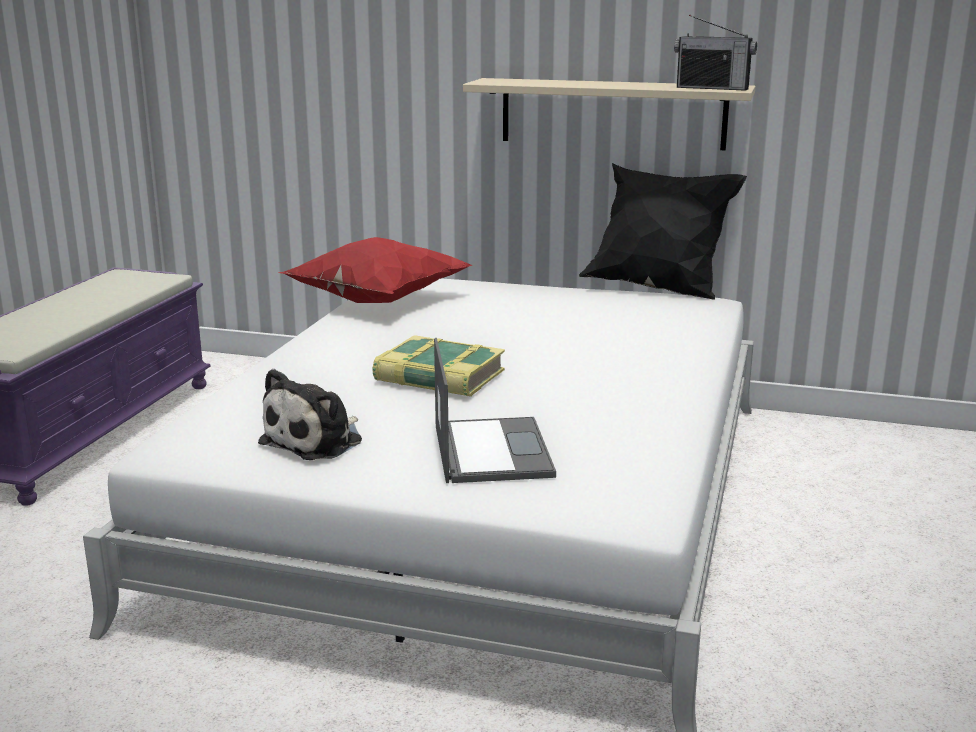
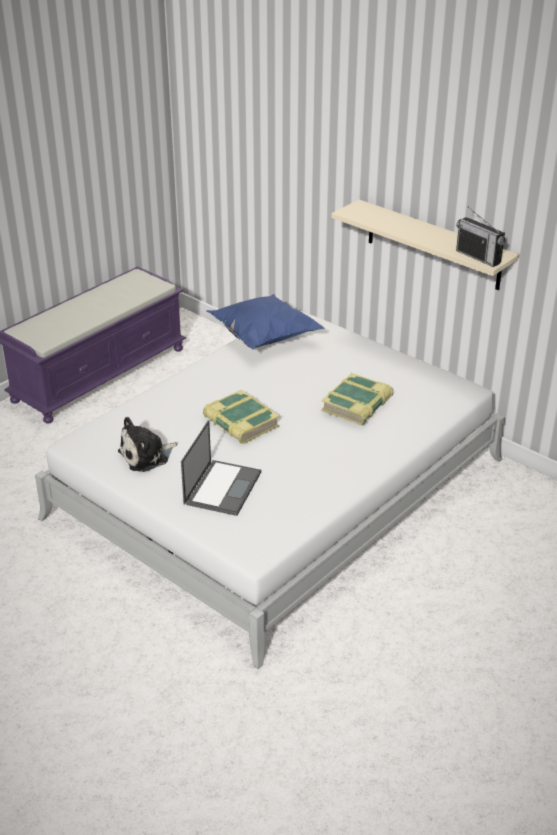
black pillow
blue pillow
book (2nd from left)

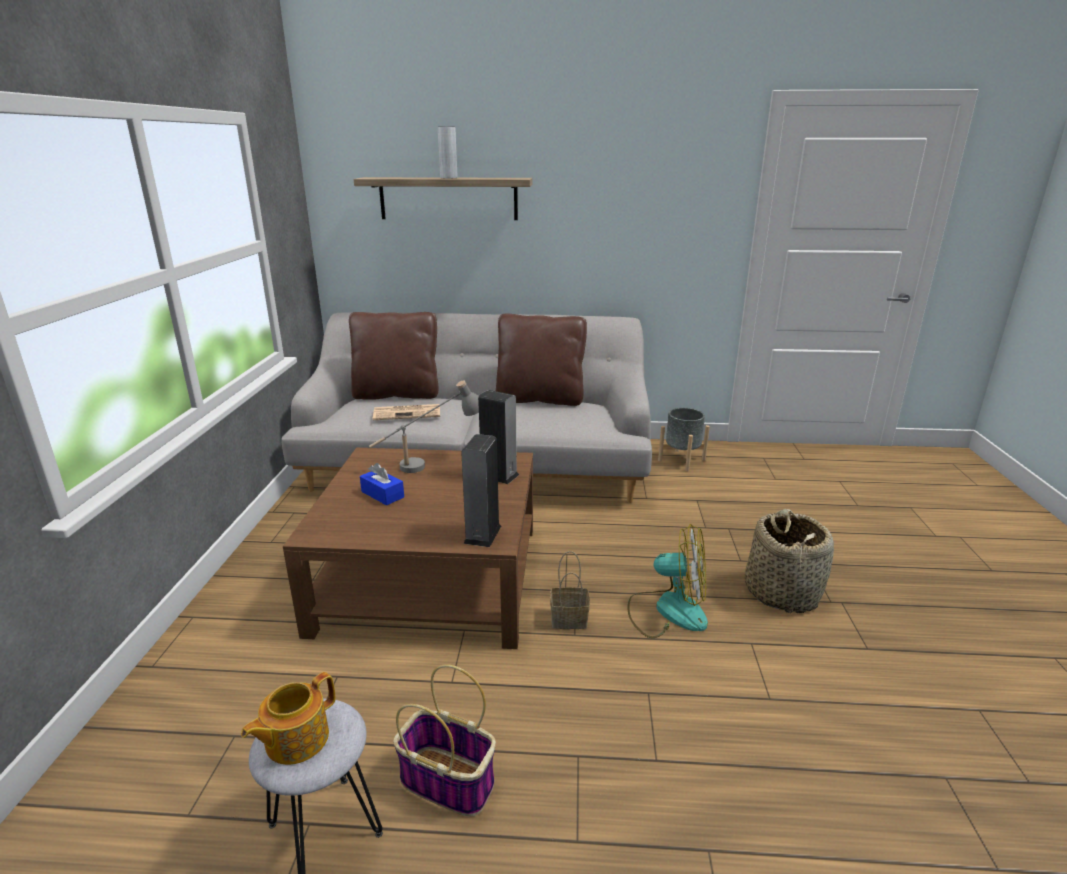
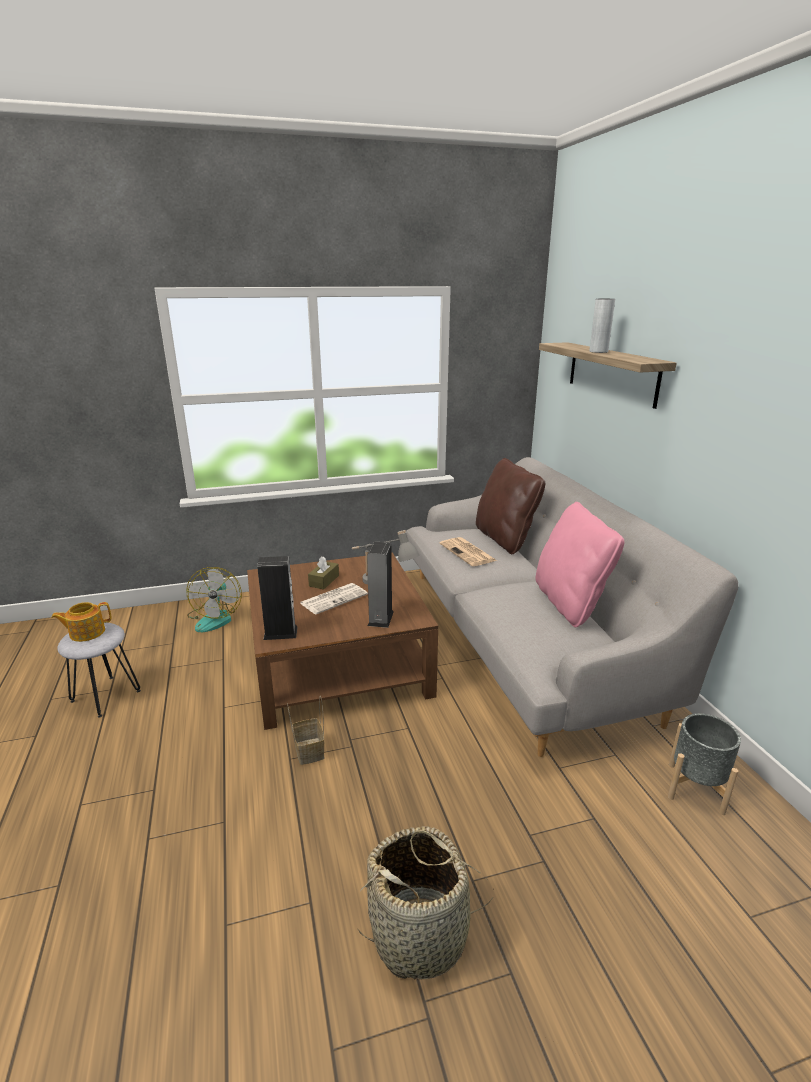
pink pillow
brown tissue box
fan
basket (1st from left in the first image)
teapot
newspaper (1st from left)

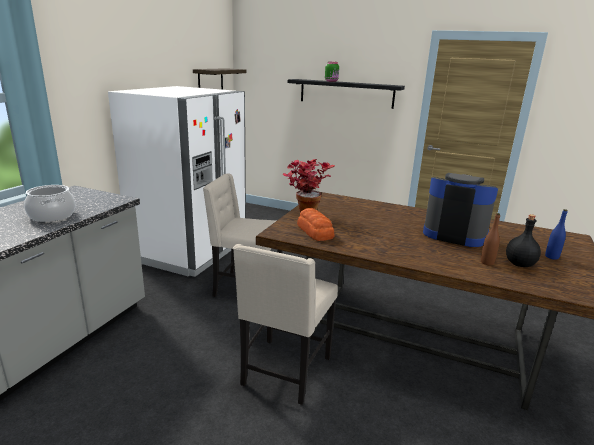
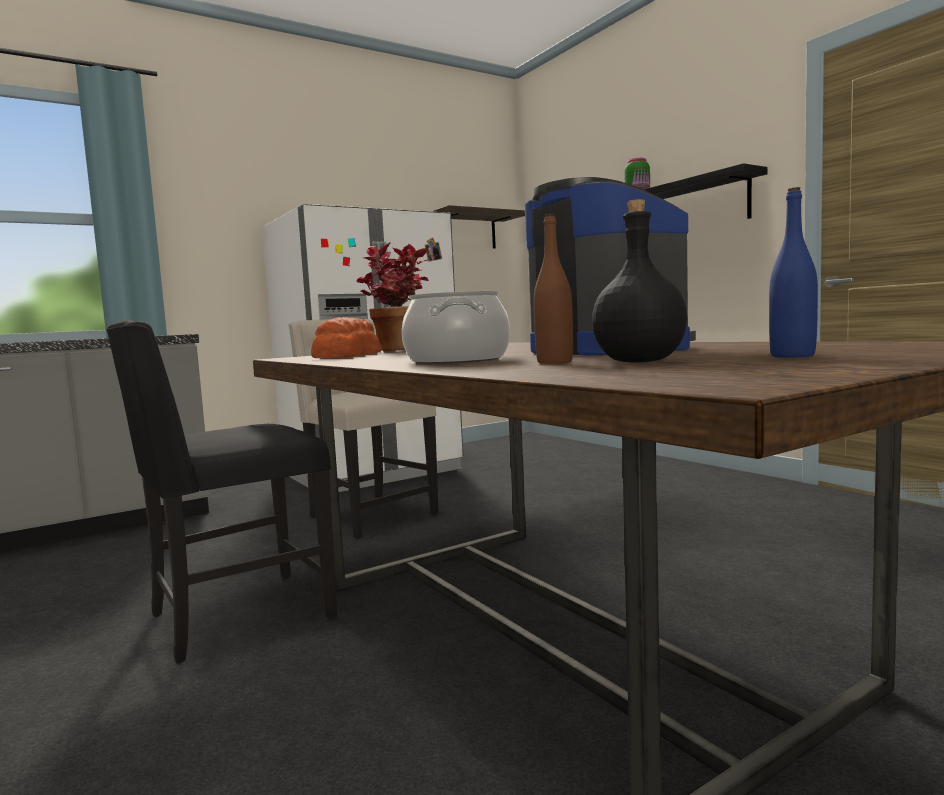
cooking pot
black chair

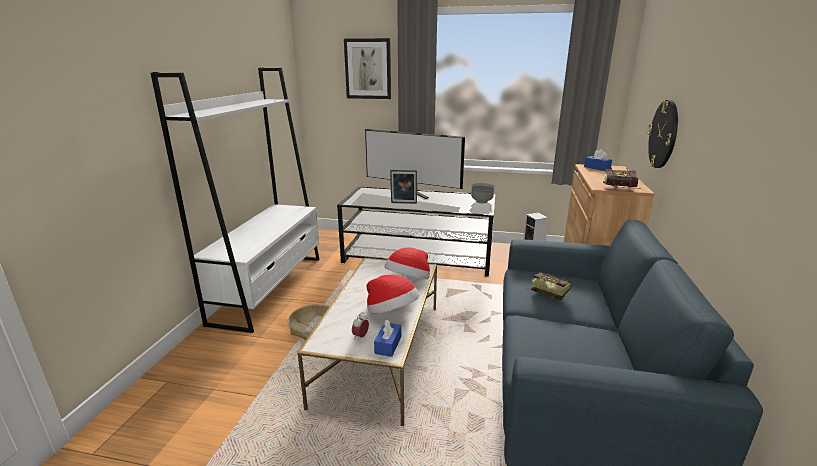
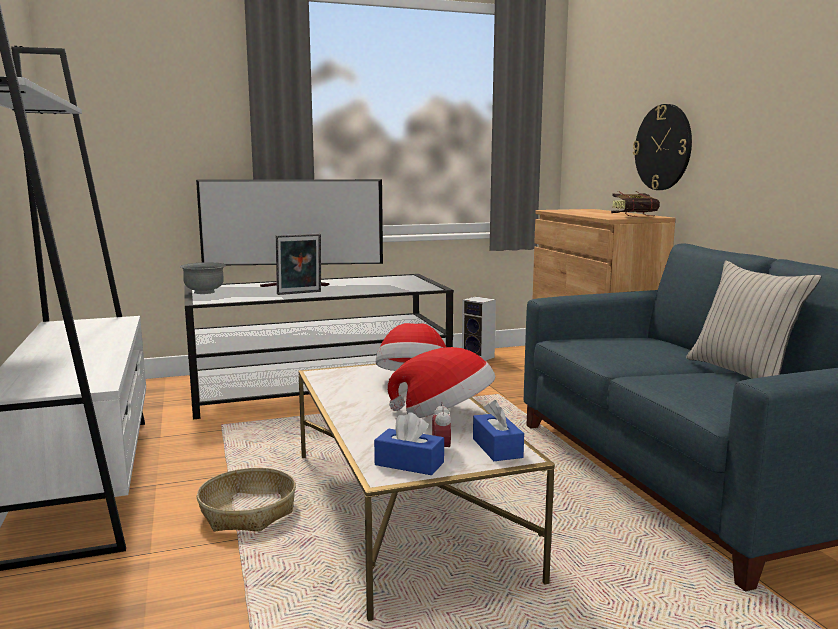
picture
blue tissue box (1st from left)
grey bowl
book (1st from left in the first image)
beige pillow

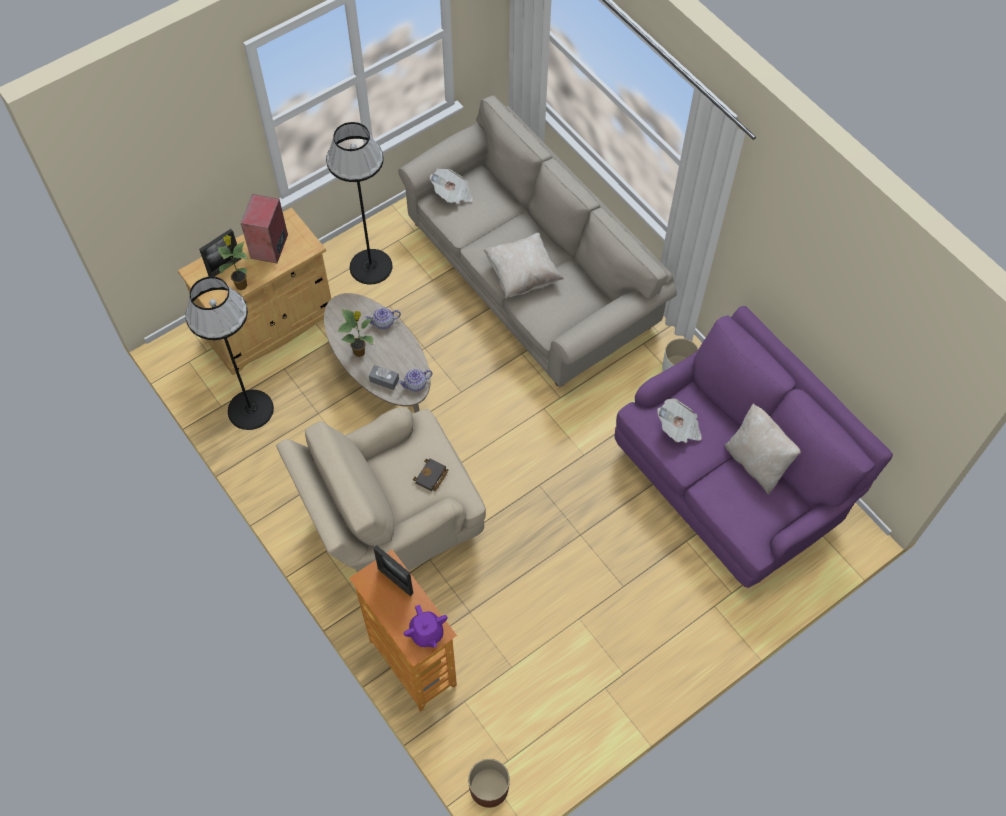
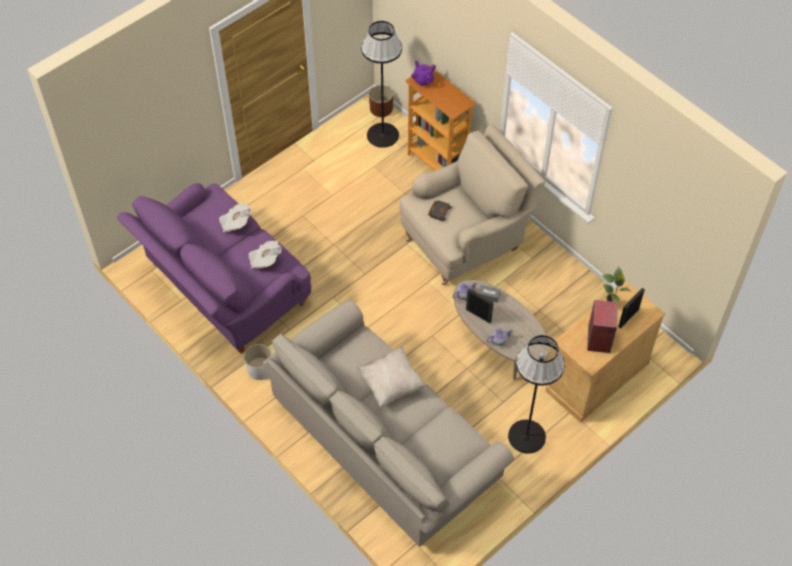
newspaper (1st from left)
black floor lamp (1st from left)
potted plant (2nd from left in the first image)
beige pillow (2nd from left in the first image)
picture frame (1st from left)

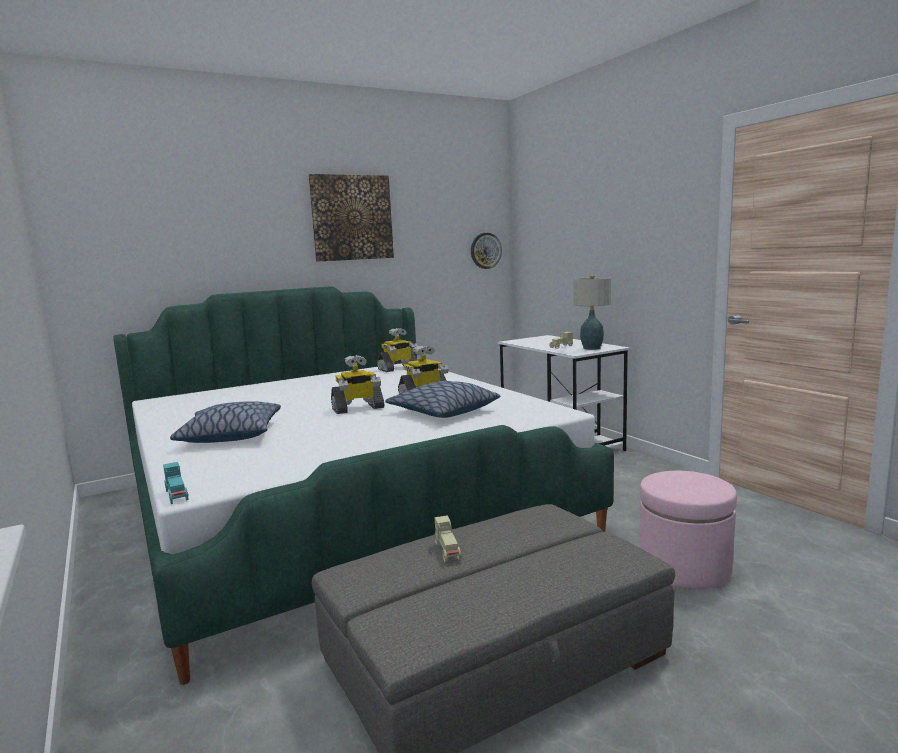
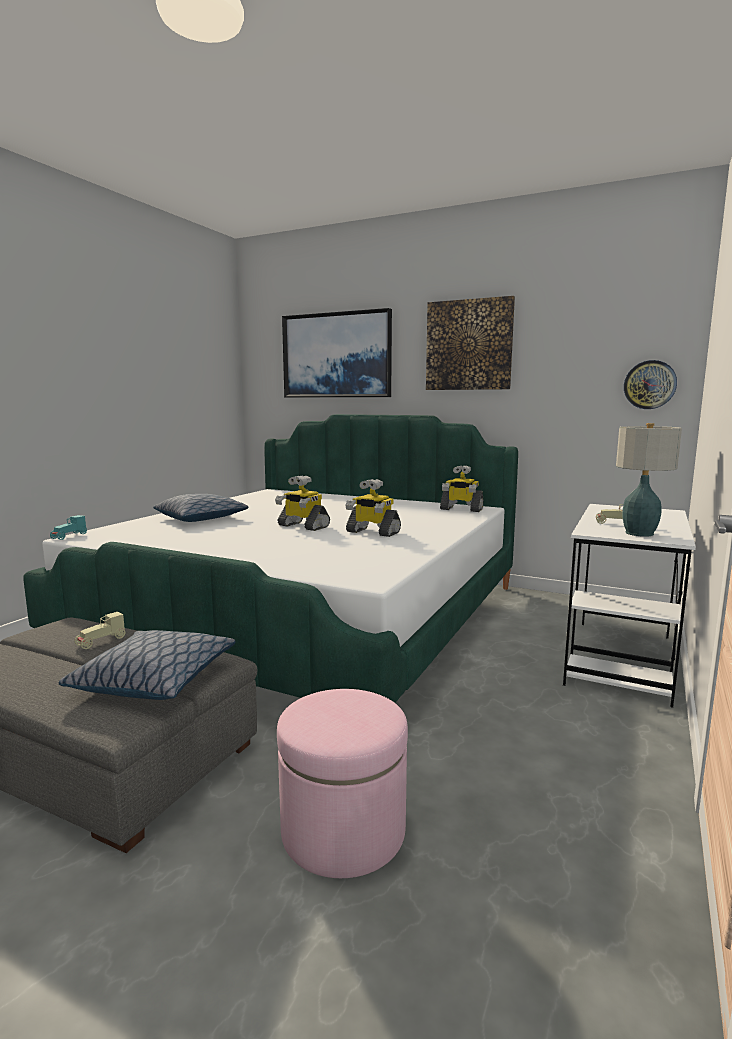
pillow (1st from left)
picture (1st from left)

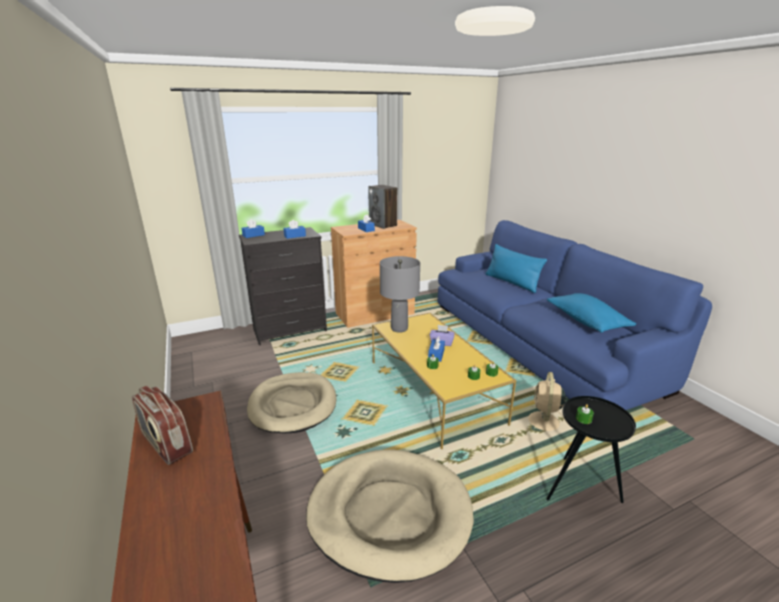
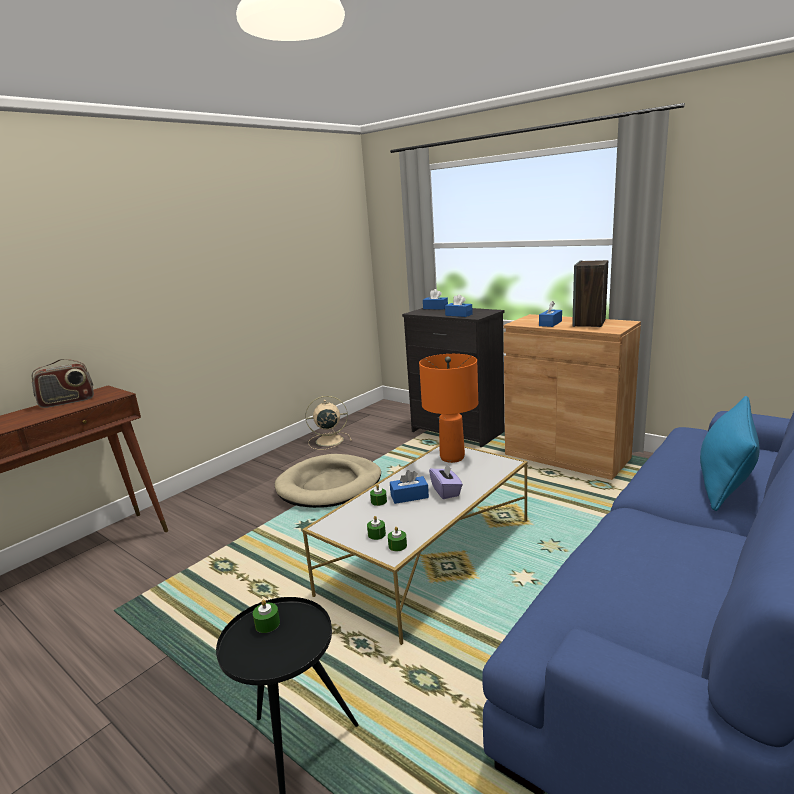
orange table lamp
blue pillow (2nd from left in the first image)
white coffee table
beige fan
radio
beige dog bed (2nd from left in the first image)

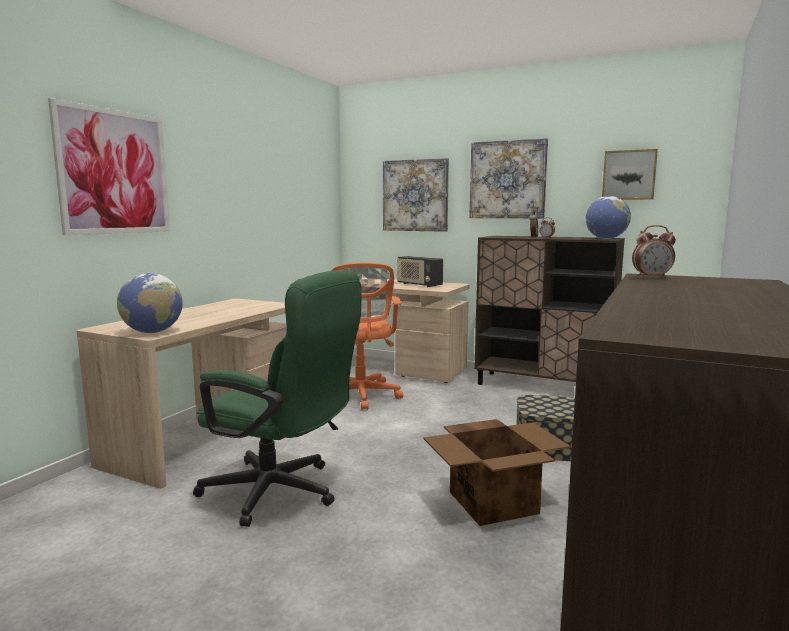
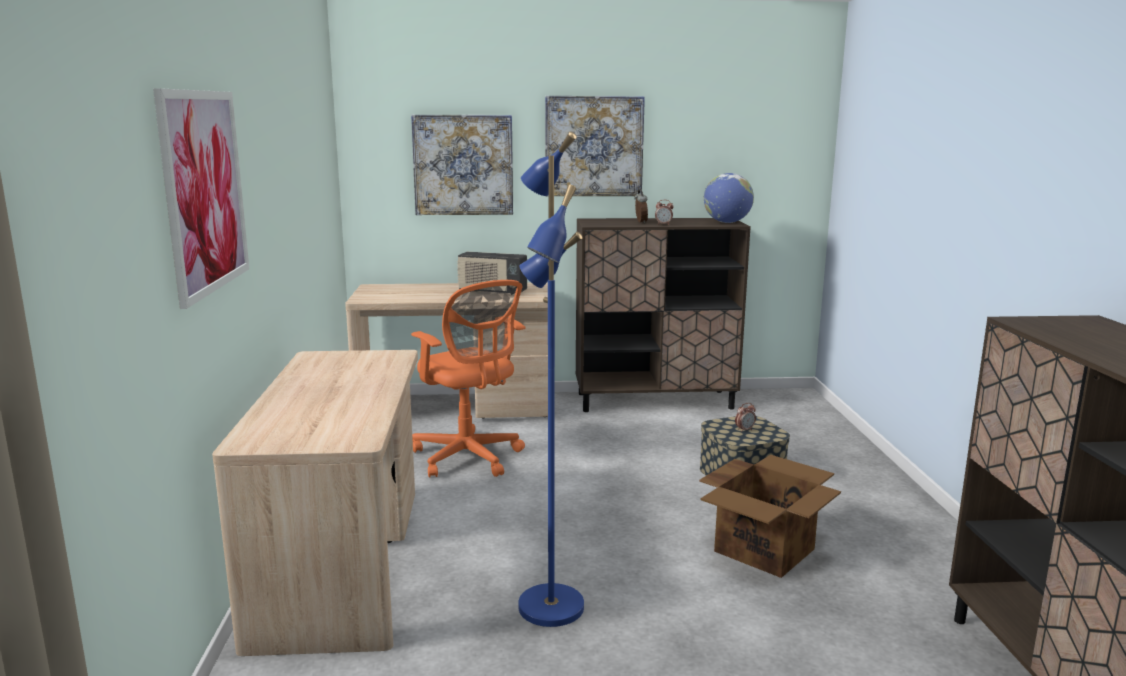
picture (4th from left in the first image)
alarm clock (3rd from left)
blue floor lamp
globe (1st from left in the first image)

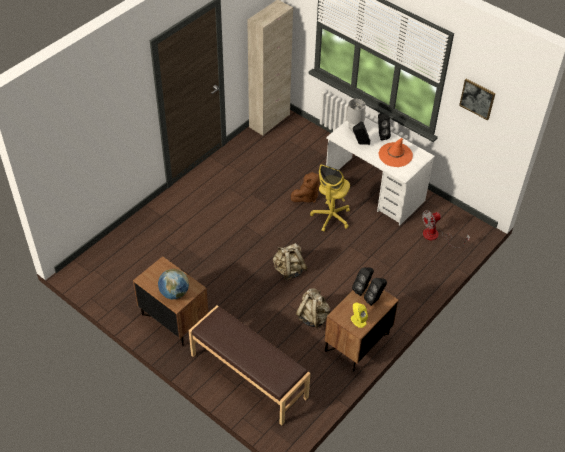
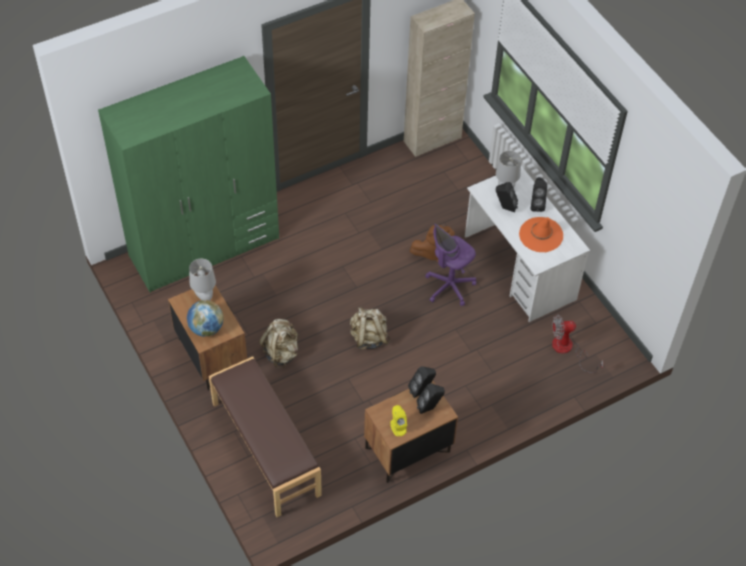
picture
purple office chair
beige backpack (1st from left)
green wardrobe
grey table lamp (1st from left)

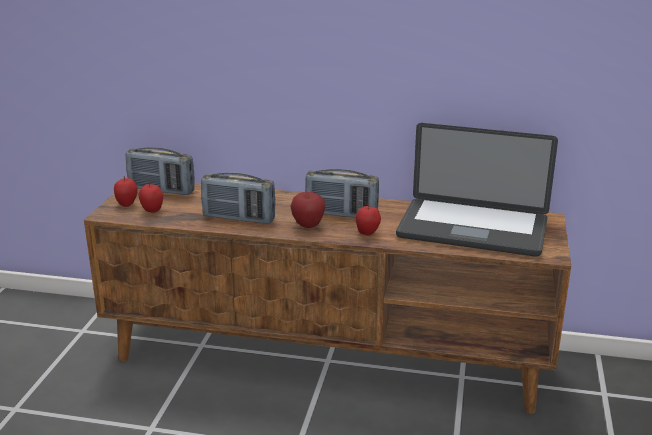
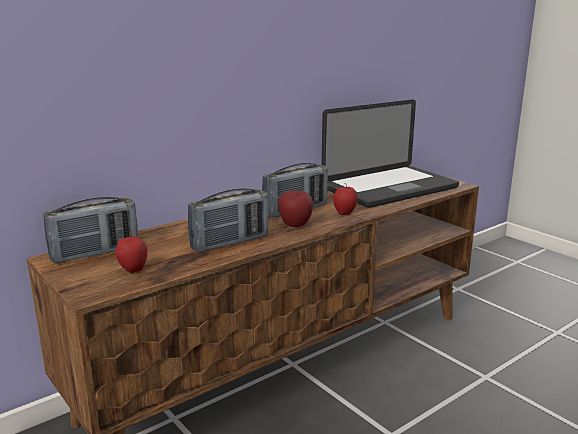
apple (1st from left in the first image)

